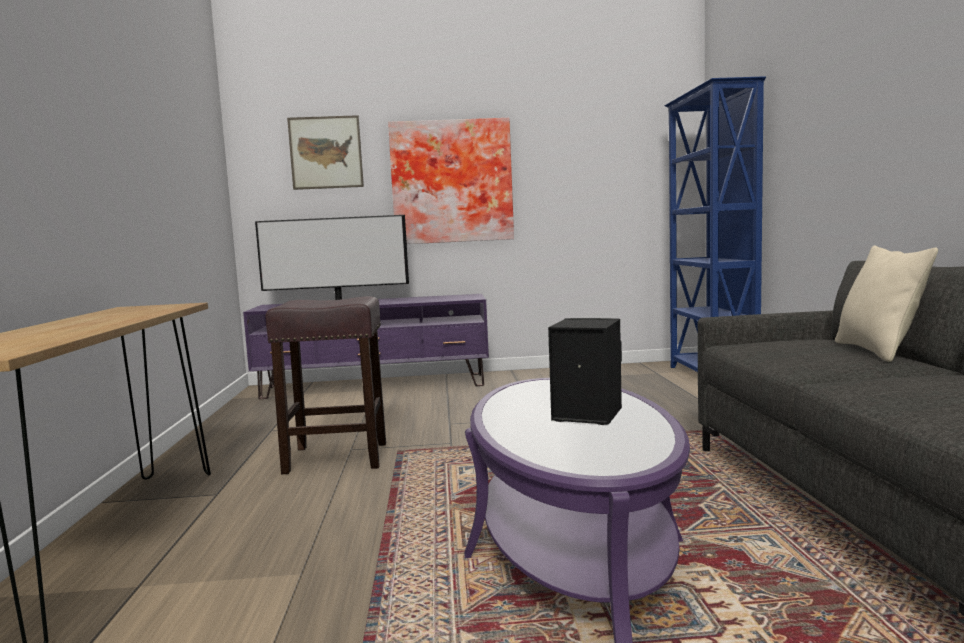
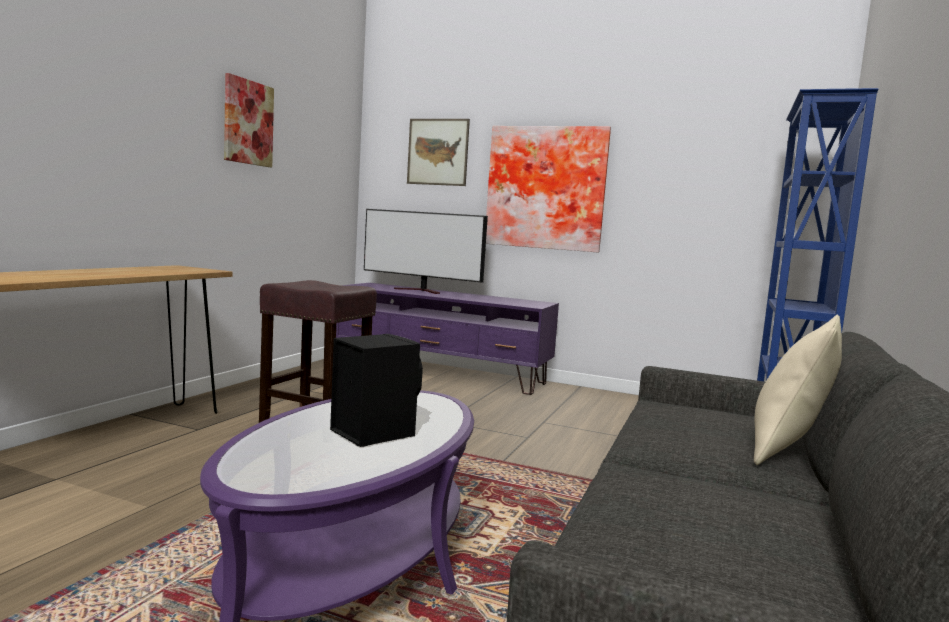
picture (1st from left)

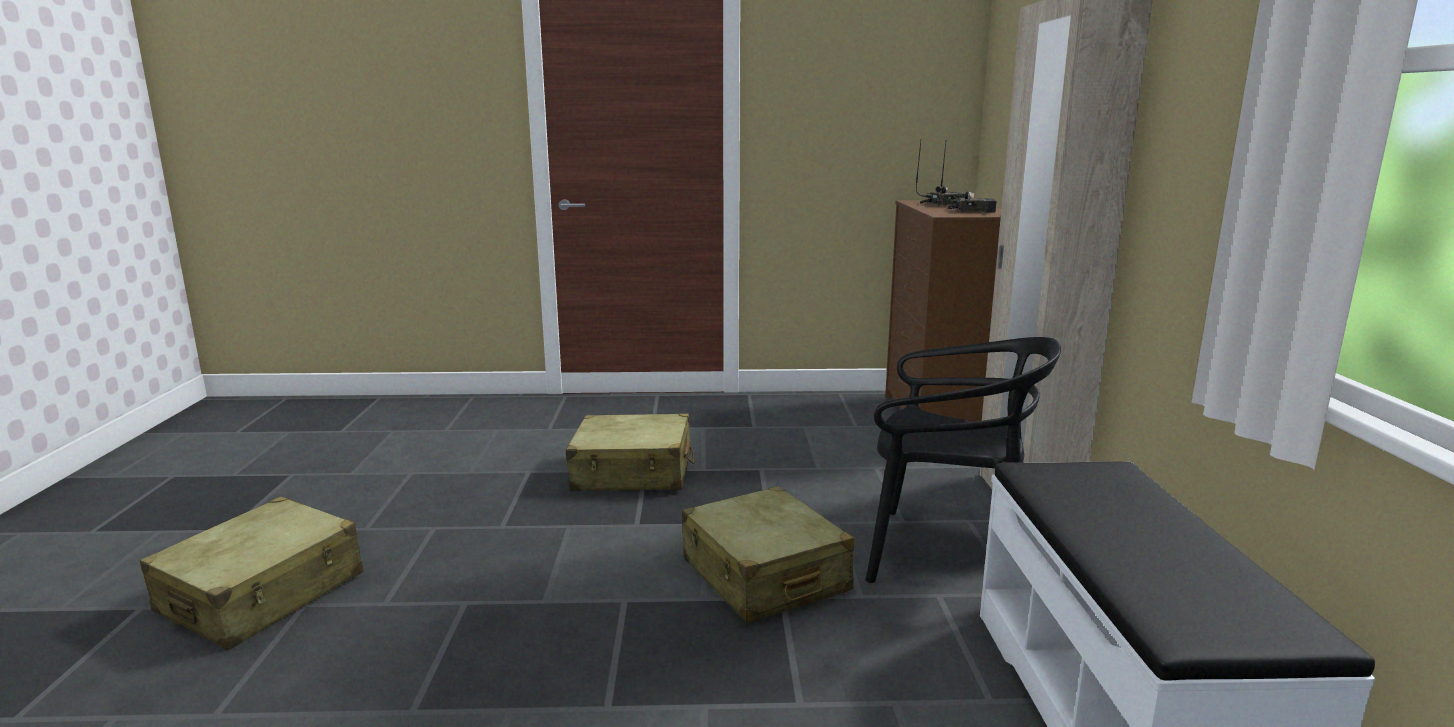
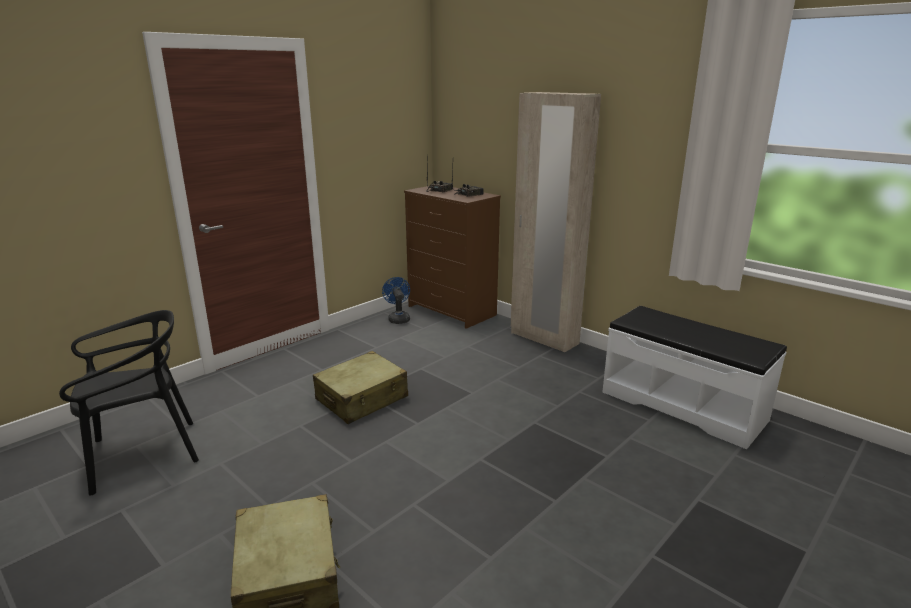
black chair
beige suitcase (3rd from left in the first image)
blue fan

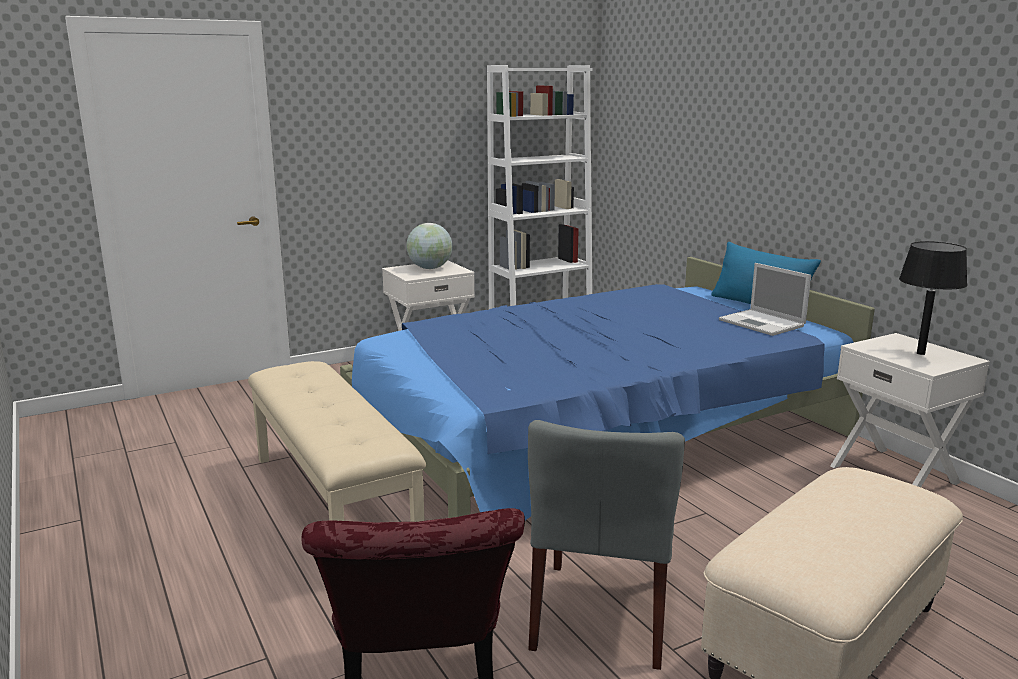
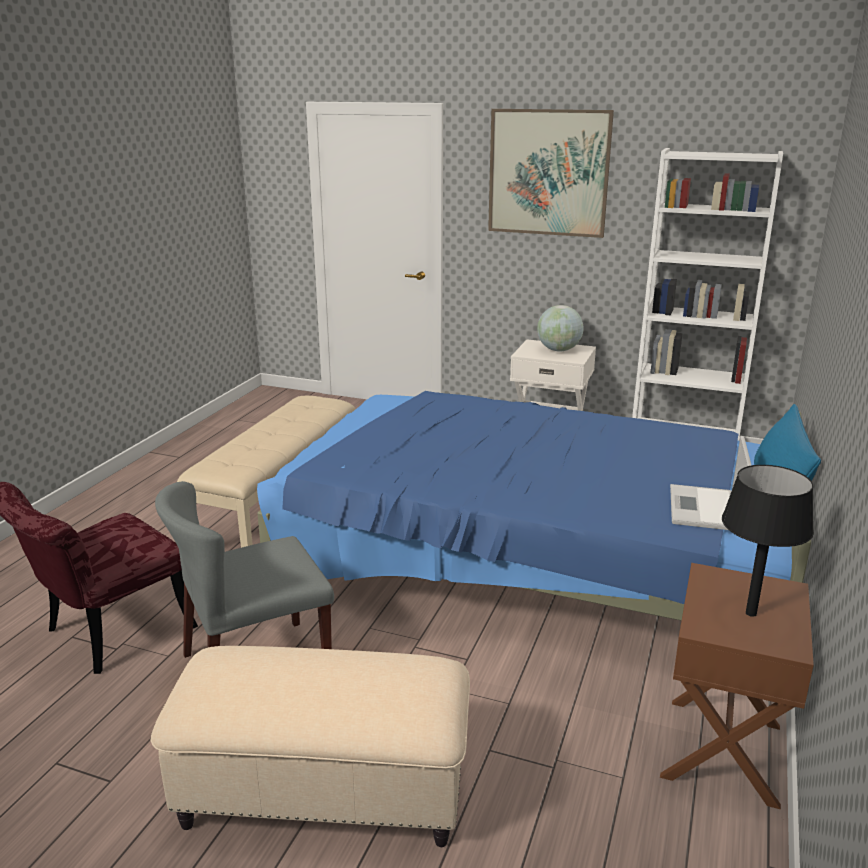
brown nightstand
picture

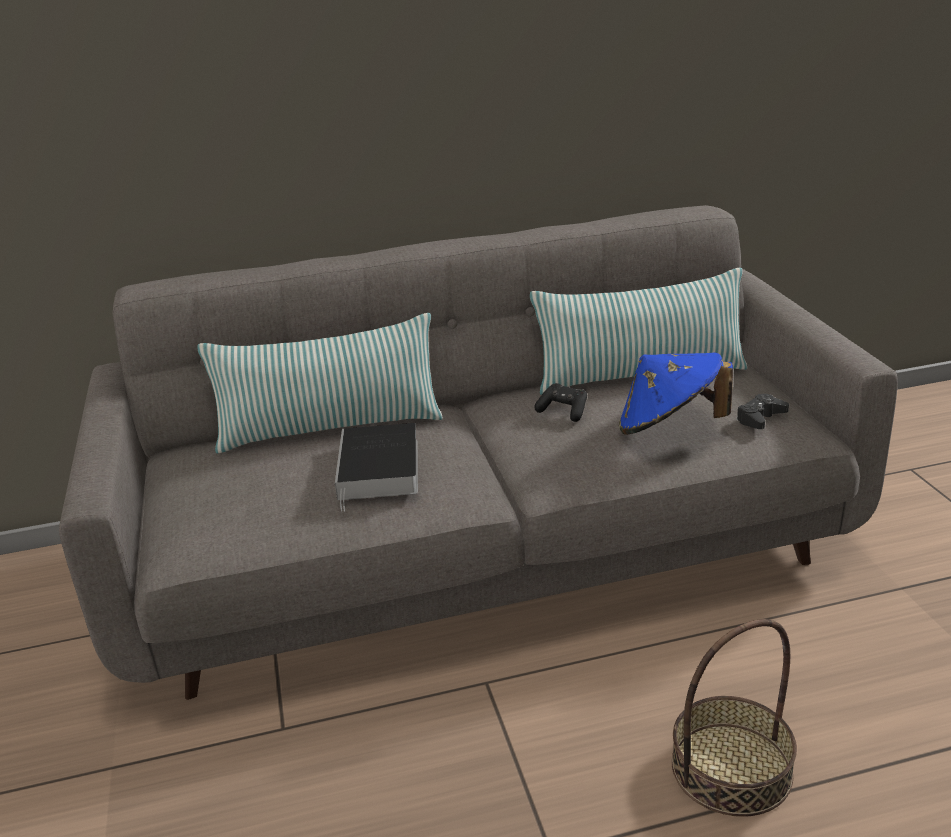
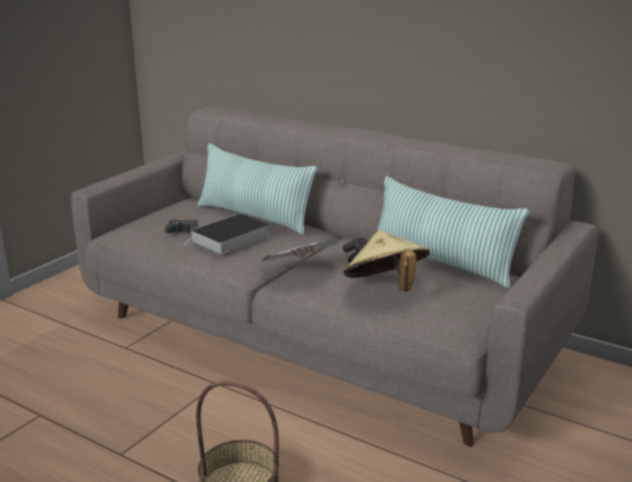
beige hat
black game controller (1st from left)
newspaper

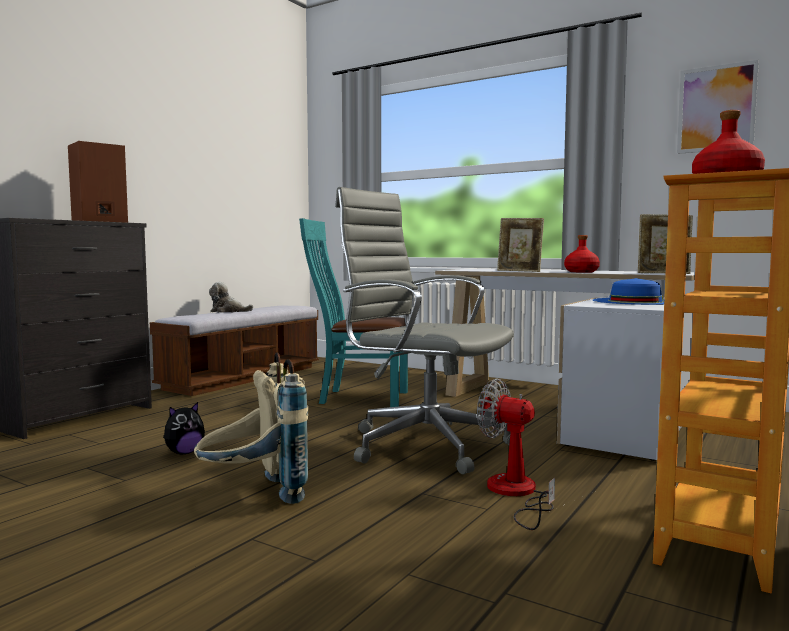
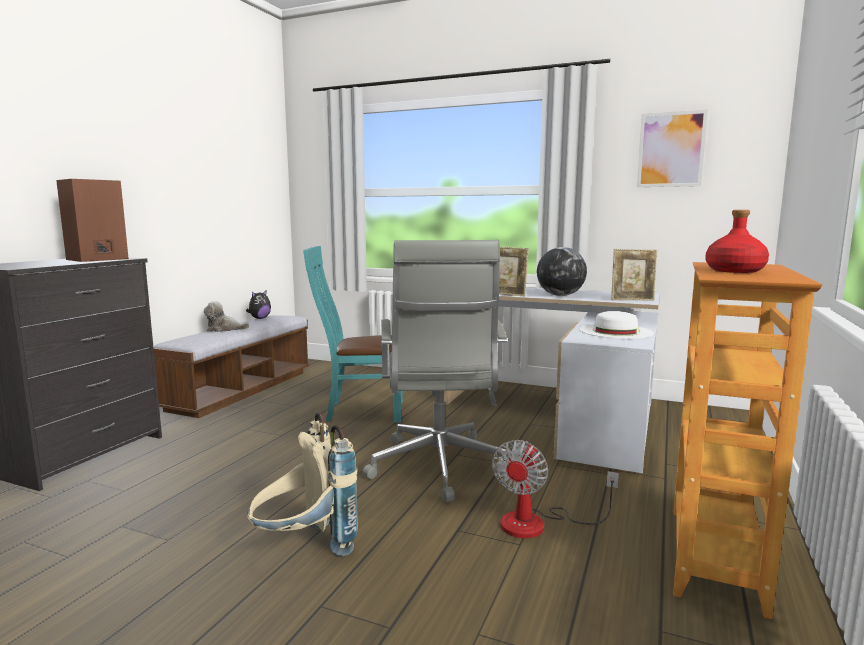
grey office chair
globe
white hat
fan
plush toy (2nd from left)

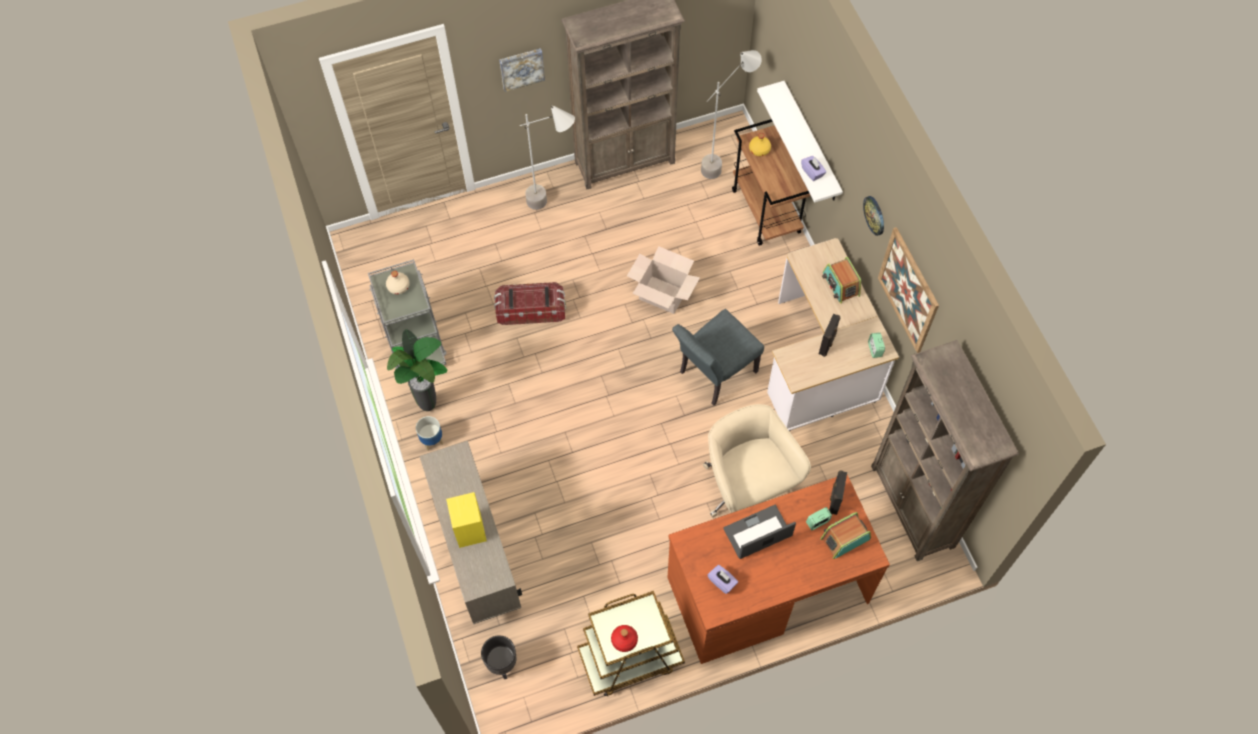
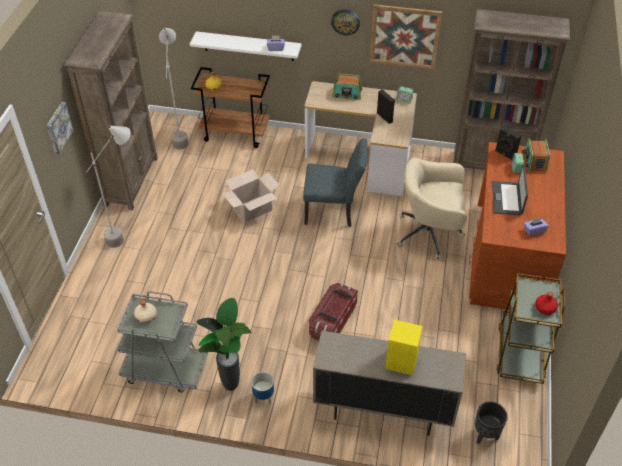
storage box
grey chair

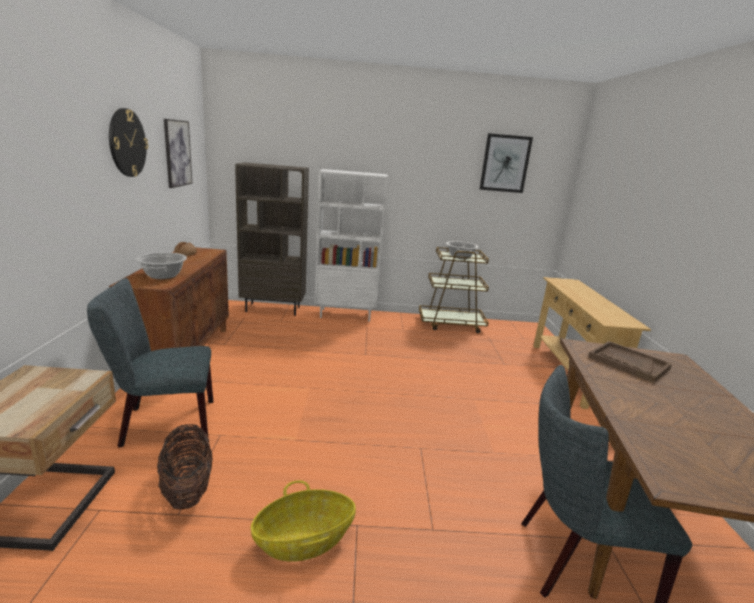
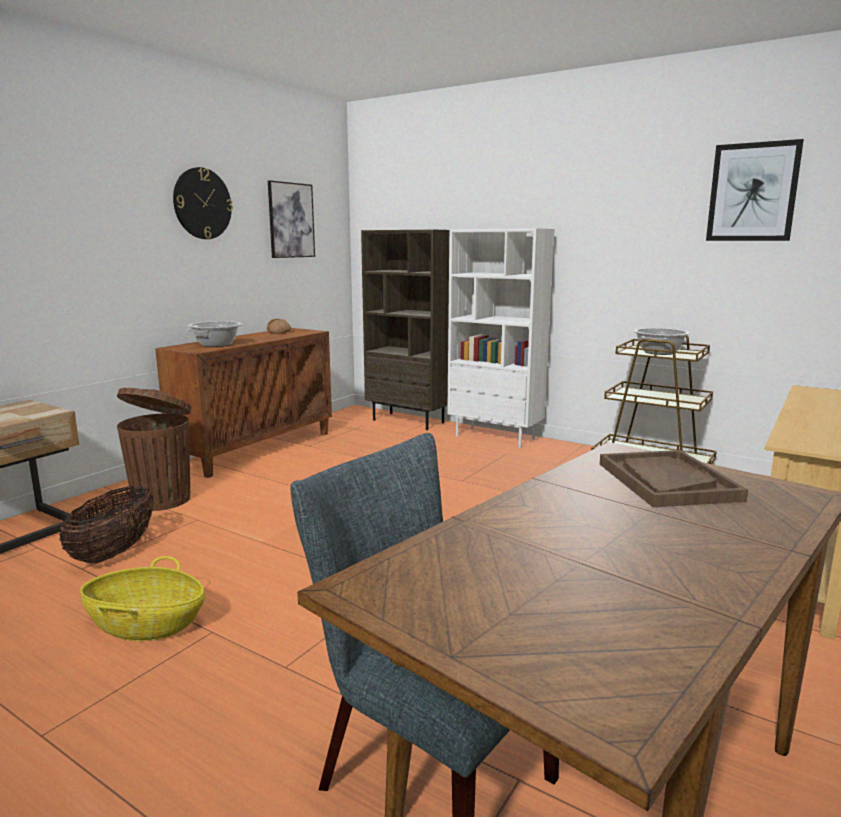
brown trash can

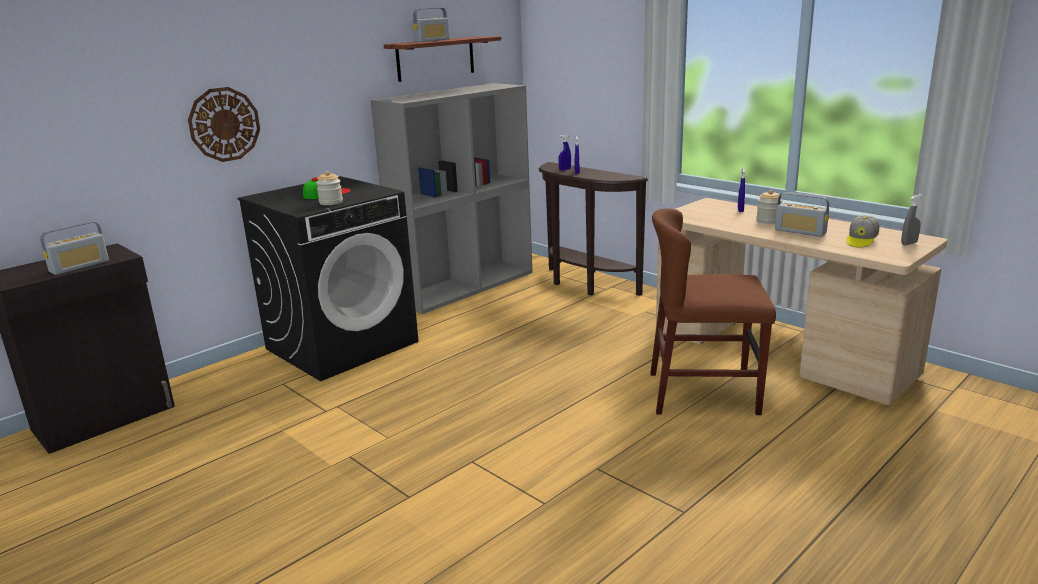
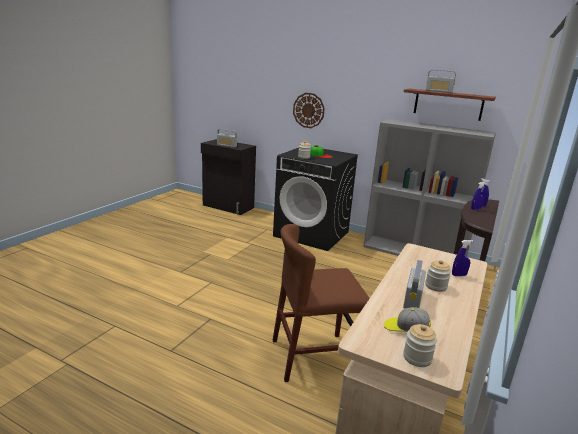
jar (2nd from left)
brown chair

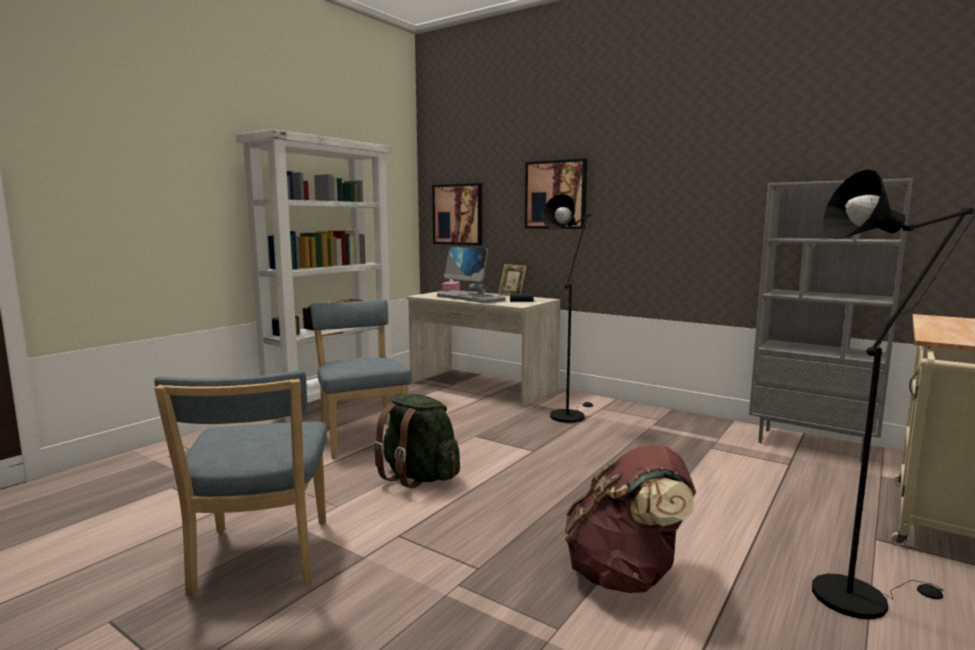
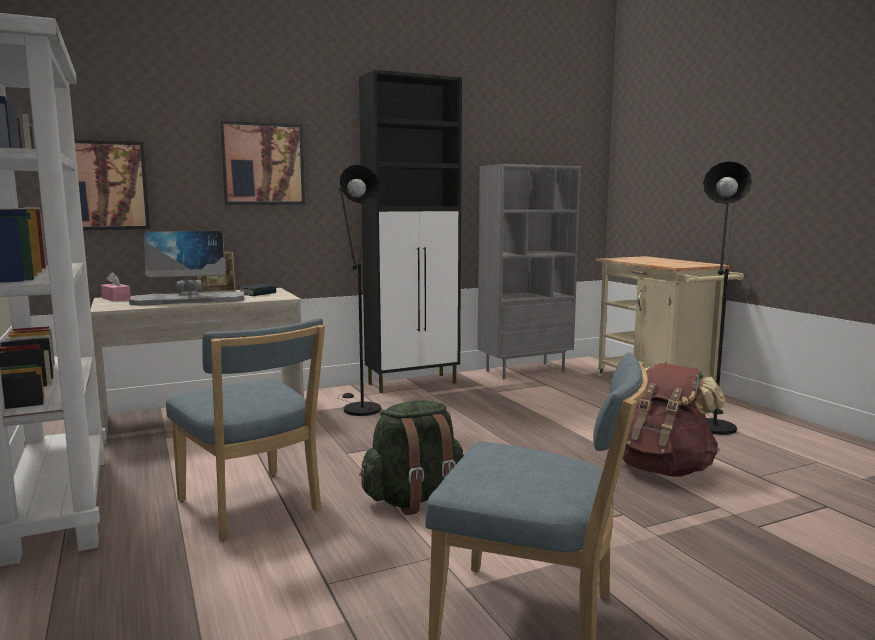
blue chair (1st from left)
black cabinet

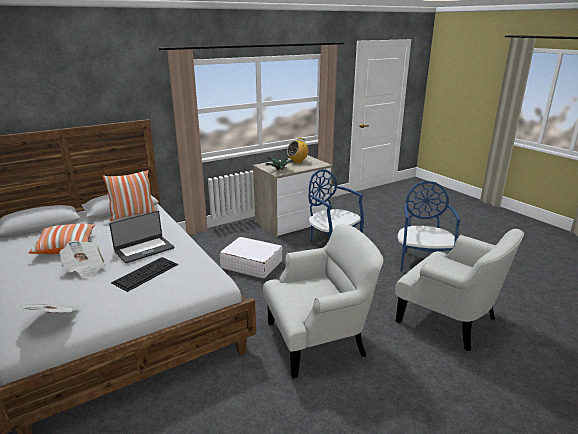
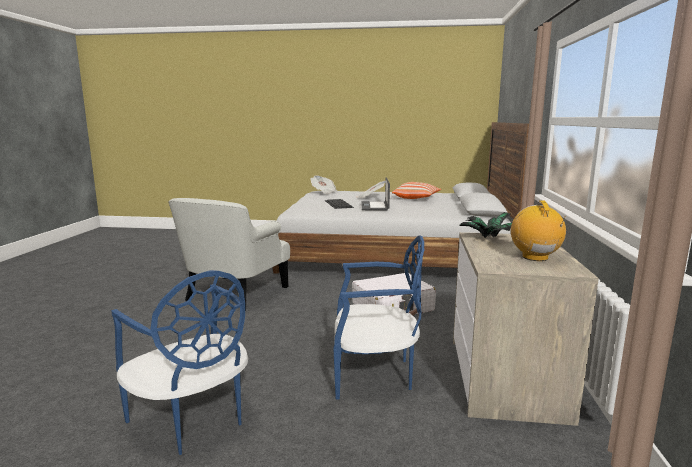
pillow (2nd from left in the first image)
white armchair (2nd from left in the first image)

